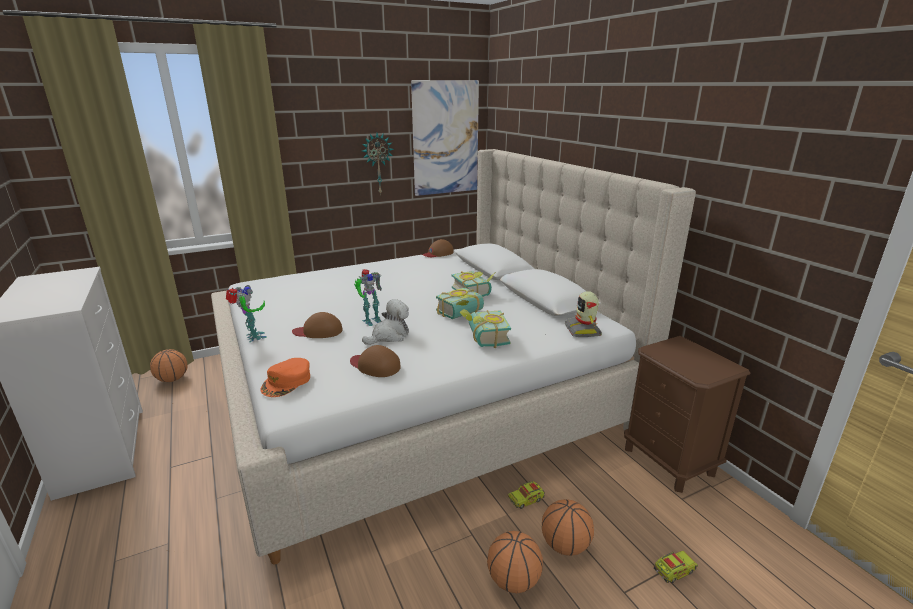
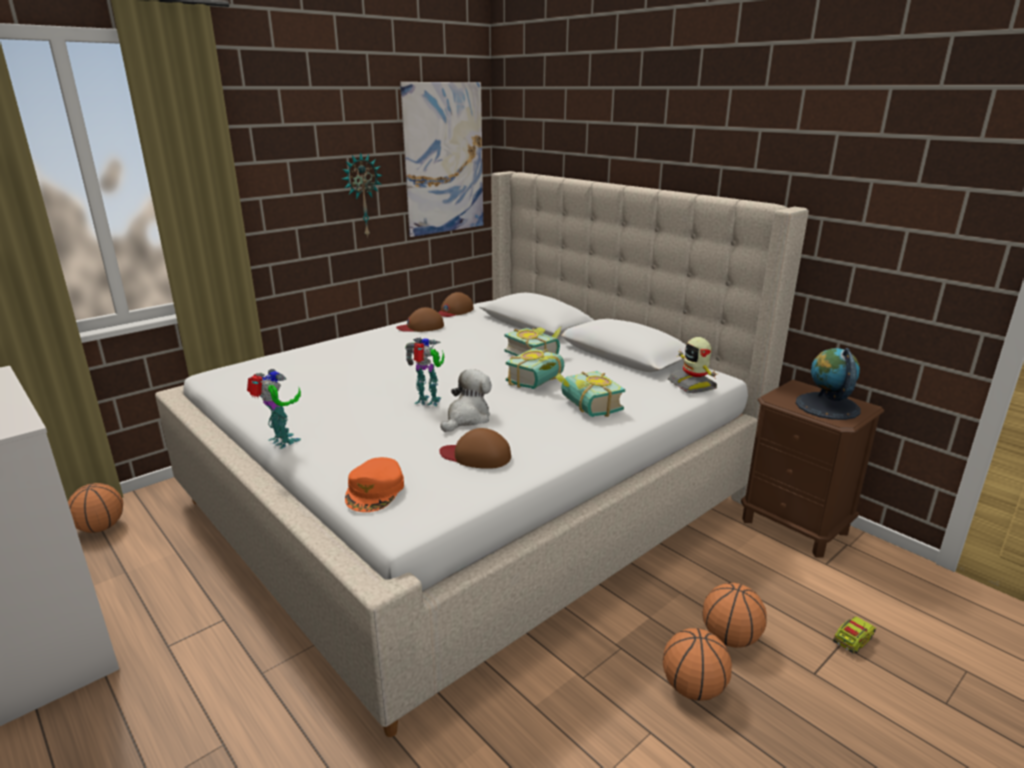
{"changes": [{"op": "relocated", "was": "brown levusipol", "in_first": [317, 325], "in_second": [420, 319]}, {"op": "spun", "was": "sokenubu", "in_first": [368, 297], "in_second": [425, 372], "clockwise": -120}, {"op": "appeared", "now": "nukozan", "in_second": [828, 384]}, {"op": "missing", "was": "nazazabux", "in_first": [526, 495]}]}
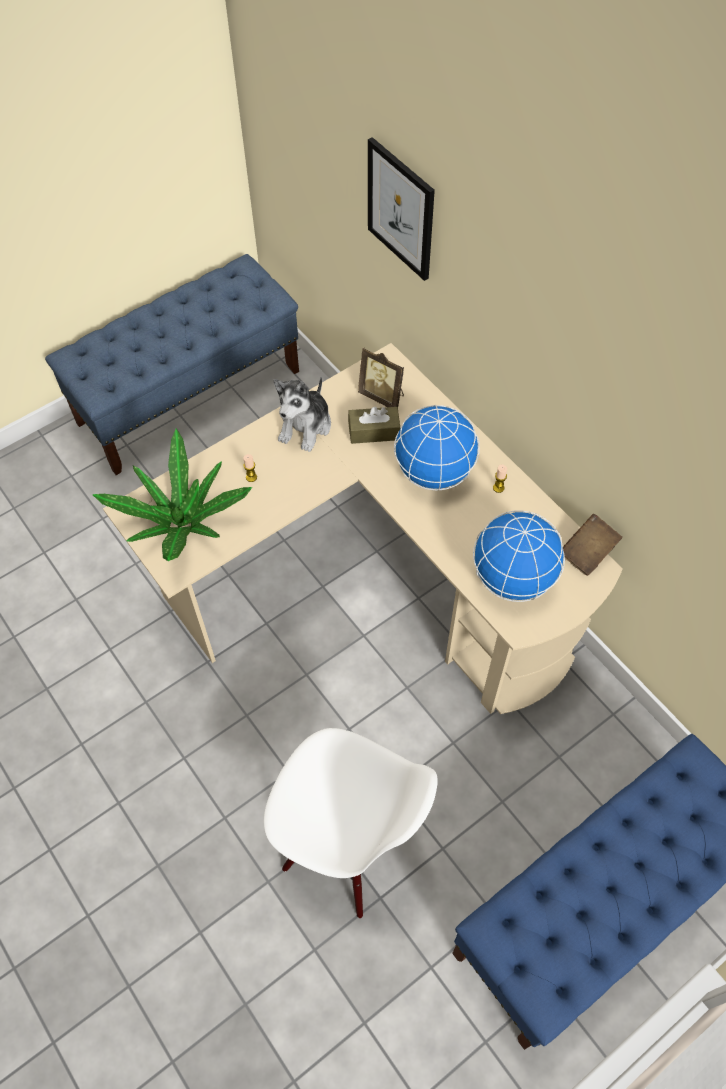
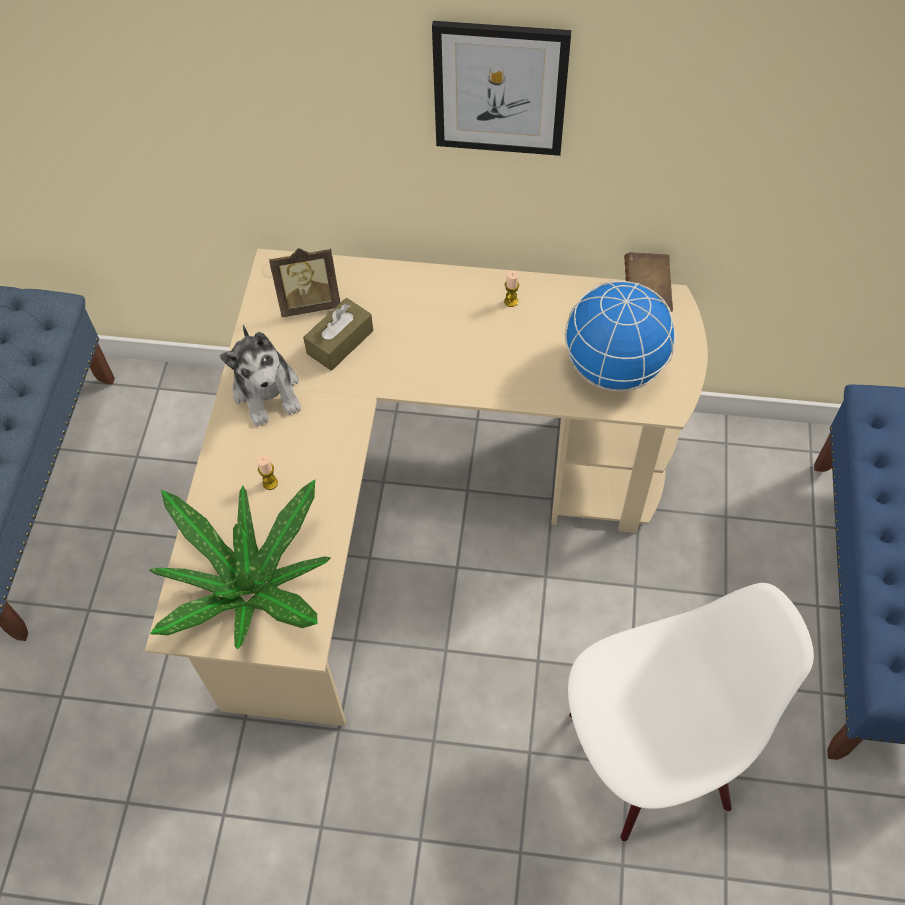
{"changes": [{"op": "relocated", "was": "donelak", "in_first": [401, 209], "in_second": [502, 88]}, {"op": "missing", "was": "nukozan", "in_first": [436, 447]}]}
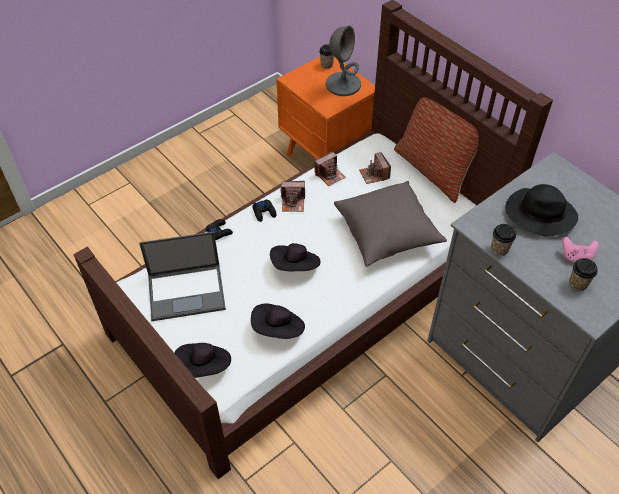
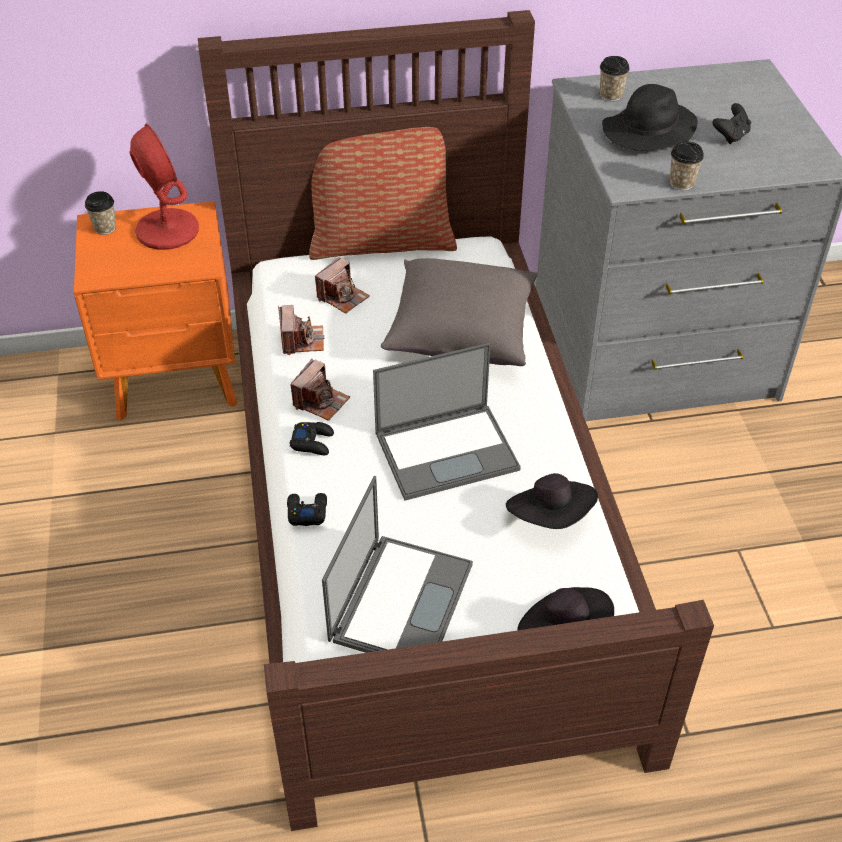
{"changes": [{"op": "colour", "was": "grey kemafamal", "now": "red kemafamal", "in_first": [343, 60], "in_second": [164, 187]}, {"op": "spun", "was": "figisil", "in_first": [375, 168], "in_second": [342, 285], "clockwise": -60}, {"op": "exchanged", "was": "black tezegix", "now": "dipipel", "in_first": [295, 257], "in_second": [447, 422]}, {"op": "relocated", "was": "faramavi", "in_first": [583, 274], "in_second": [615, 78]}, {"op": "colour", "was": "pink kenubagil", "now": "black kenubagil", "in_first": [580, 249], "in_second": [731, 123]}]}
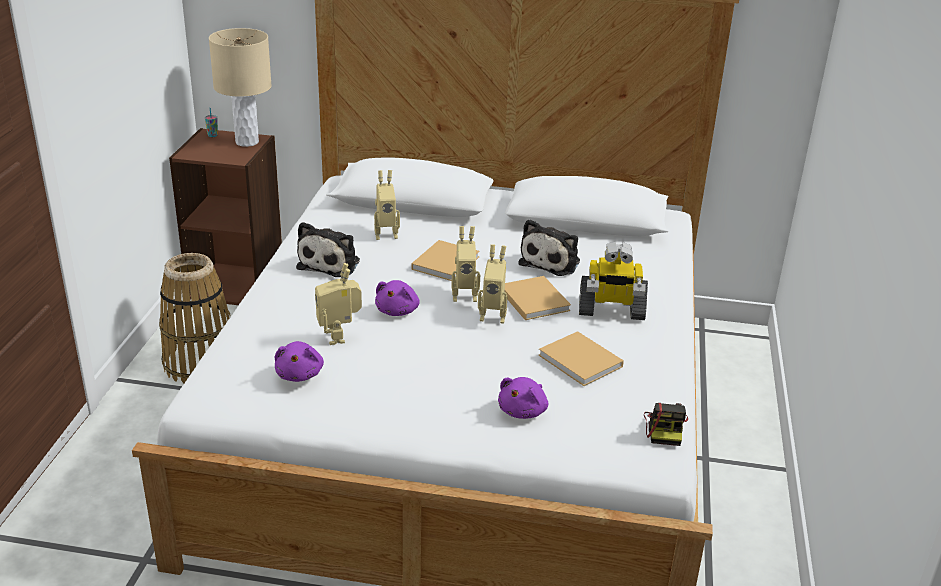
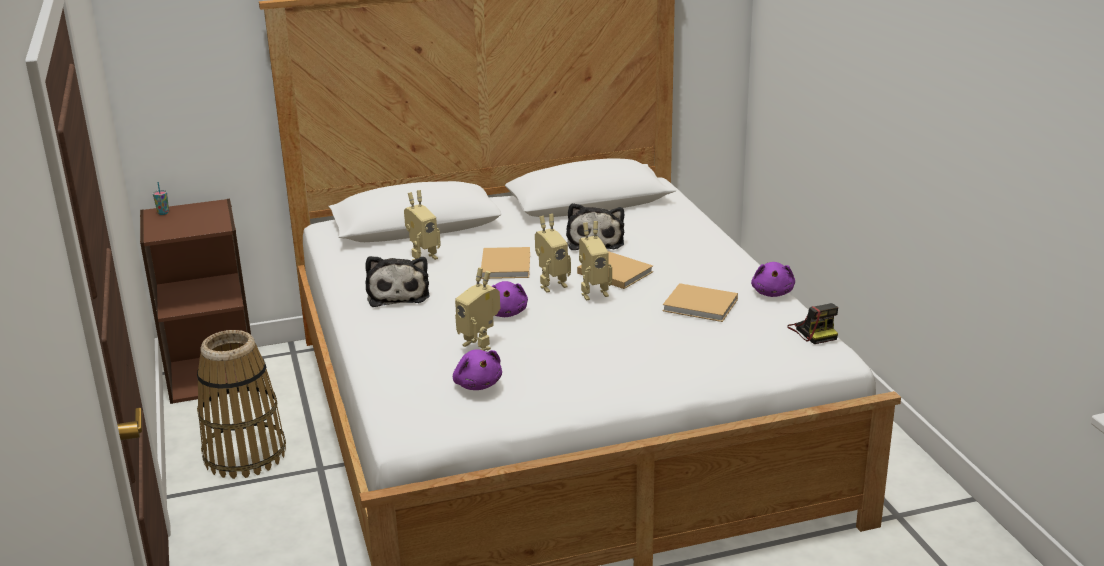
{"changes": [{"op": "relocated", "was": "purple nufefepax", "in_first": [523, 398], "in_second": [773, 279]}, {"op": "missing", "was": "beige kemafamal", "in_first": [240, 87]}, {"op": "missing", "was": "sokenubu", "in_first": [613, 281]}]}
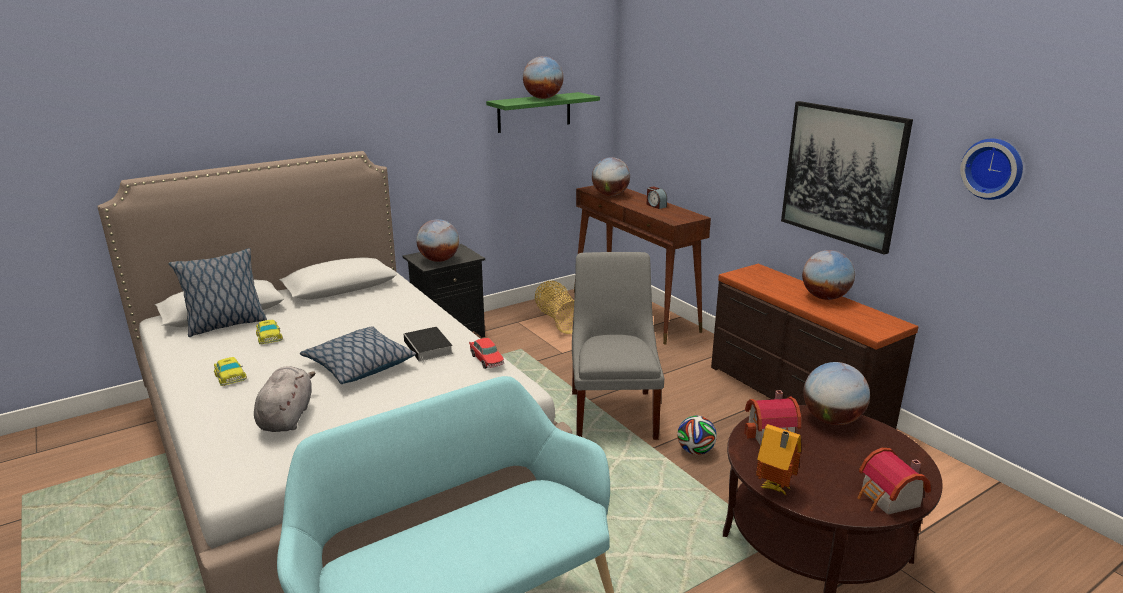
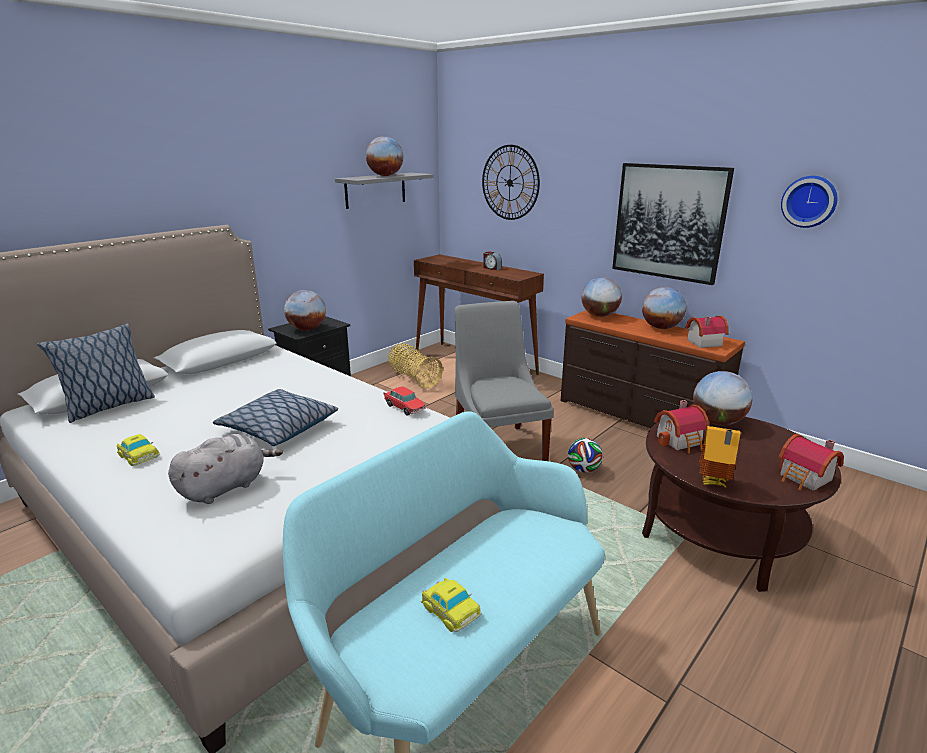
{"changes": [{"op": "spun", "was": "grey nufefepax", "in_first": [285, 399], "in_second": [225, 469], "clockwise": 60}, {"op": "colour", "was": "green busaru", "now": "grey busaru", "in_first": [543, 112], "in_second": [384, 191]}, {"op": "relocated", "was": "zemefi", "in_first": [269, 332], "in_second": [451, 605]}, {"op": "appeared", "now": "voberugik", "in_second": [511, 182]}, {"op": "relocated", "was": "nukozan", "in_first": [611, 176], "in_second": [601, 297]}, {"op": "appeared", "now": "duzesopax", "in_second": [707, 332]}, {"op": "missing", "was": "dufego", "in_first": [428, 346]}]}
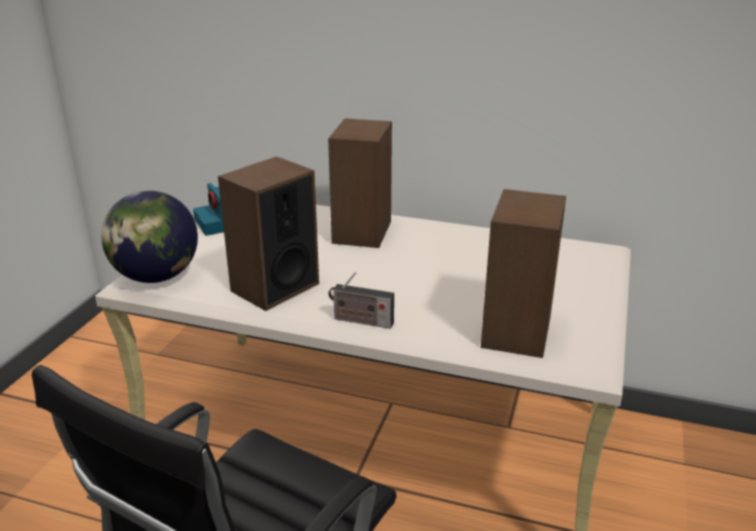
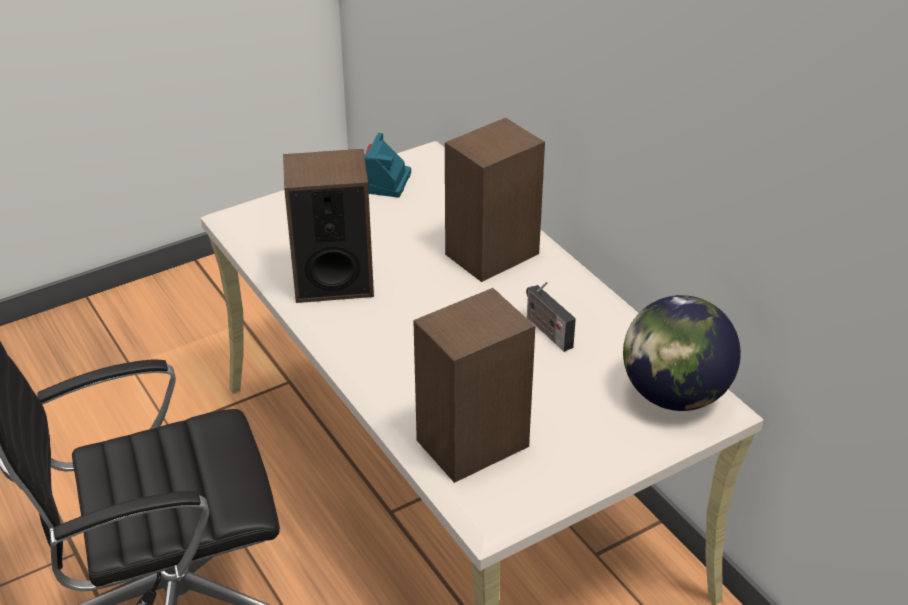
{"changes": [{"op": "relocated", "was": "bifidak", "in_first": [361, 300], "in_second": [551, 316]}, {"op": "relocated", "was": "nukozan", "in_first": [149, 237], "in_second": [682, 353]}]}
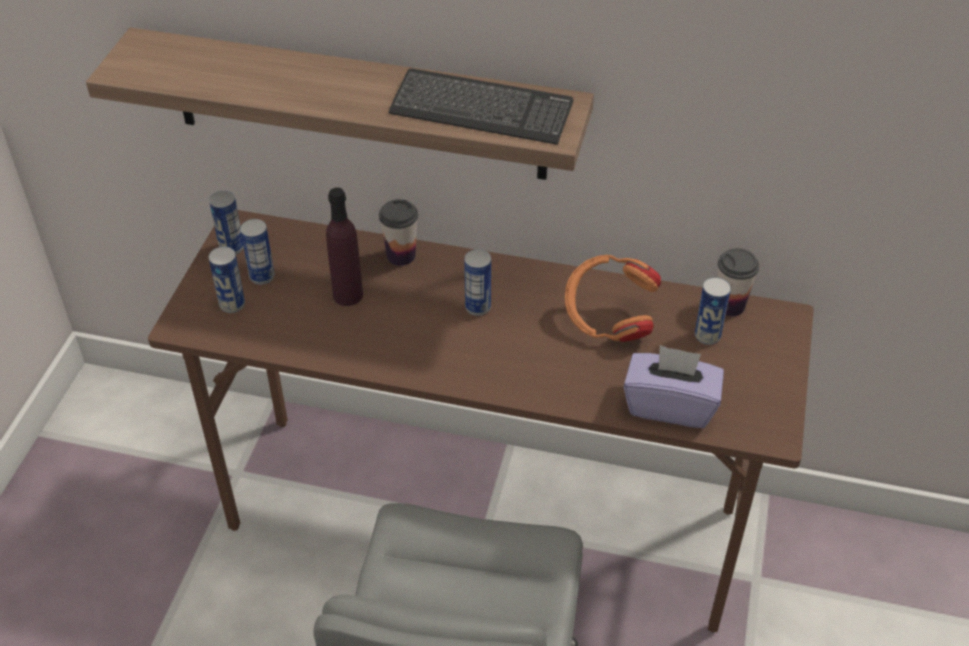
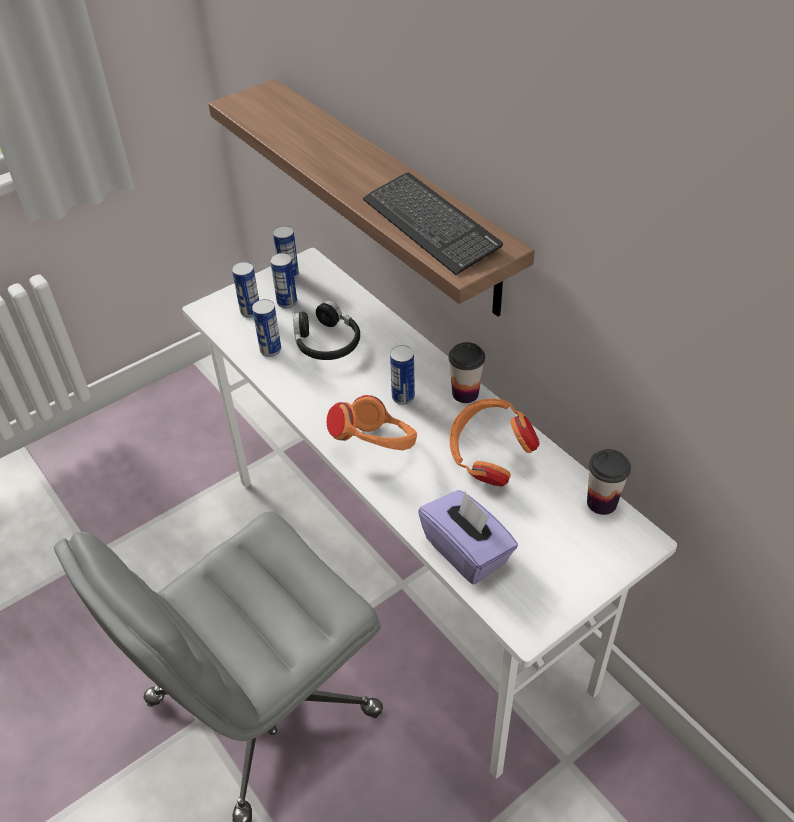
{"changes": [{"op": "colour", "was": "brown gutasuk", "now": "white gutasuk", "in_first": [481, 421], "in_second": [429, 513]}, {"op": "relocated", "was": "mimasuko", "in_first": [713, 311], "in_second": [266, 328]}, {"op": "exchanged", "was": "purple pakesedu", "now": "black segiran", "in_first": [344, 247], "in_second": [326, 330]}, {"op": "appeared", "now": "orange segiran", "in_second": [372, 422]}, {"op": "relocated", "was": "faramavi", "in_first": [398, 232], "in_second": [467, 372]}]}
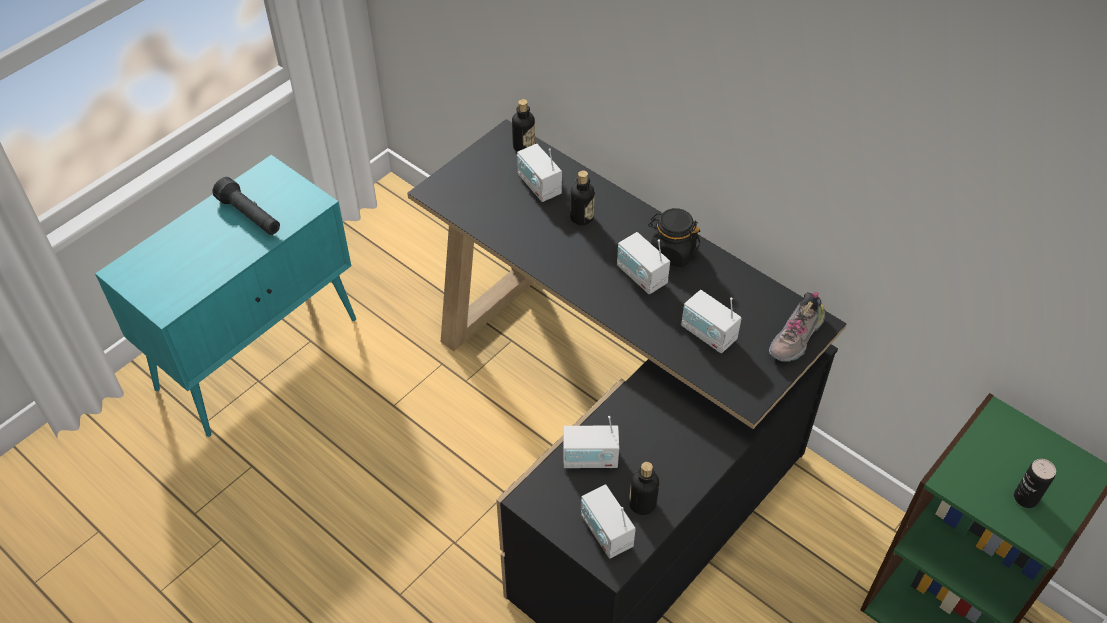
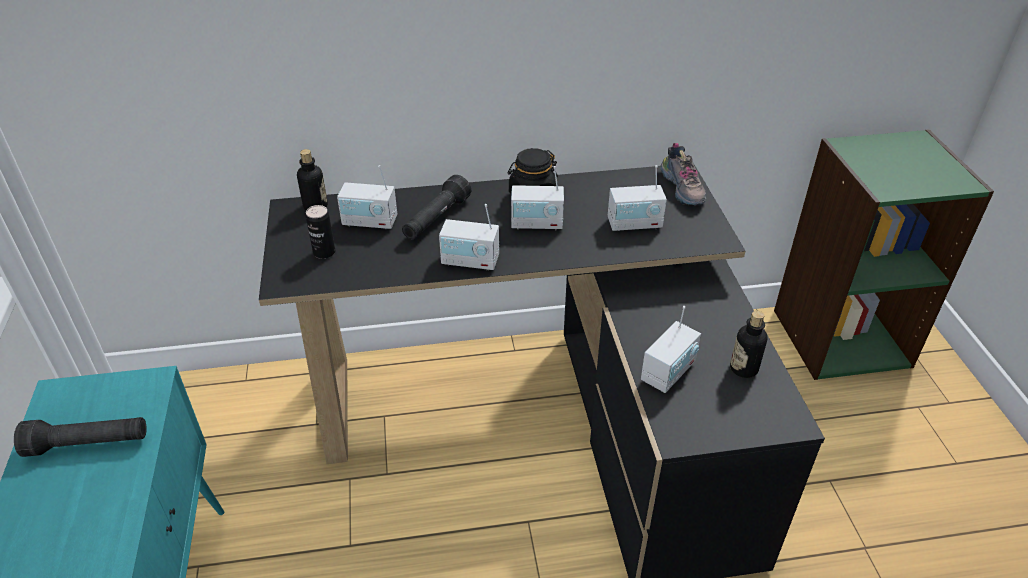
{"changes": [{"op": "relocated", "was": "mimasuko", "in_first": [1035, 483], "in_second": [320, 232]}, {"op": "exchanged", "was": "pakesedu", "now": "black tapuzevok", "in_first": [582, 197], "in_second": [436, 207]}, {"op": "relocated", "was": "bifidak", "in_first": [608, 521], "in_second": [469, 237]}]}
